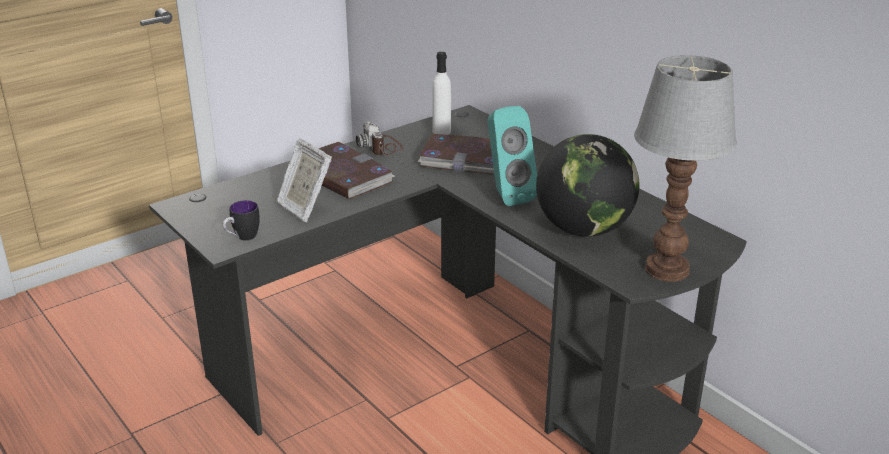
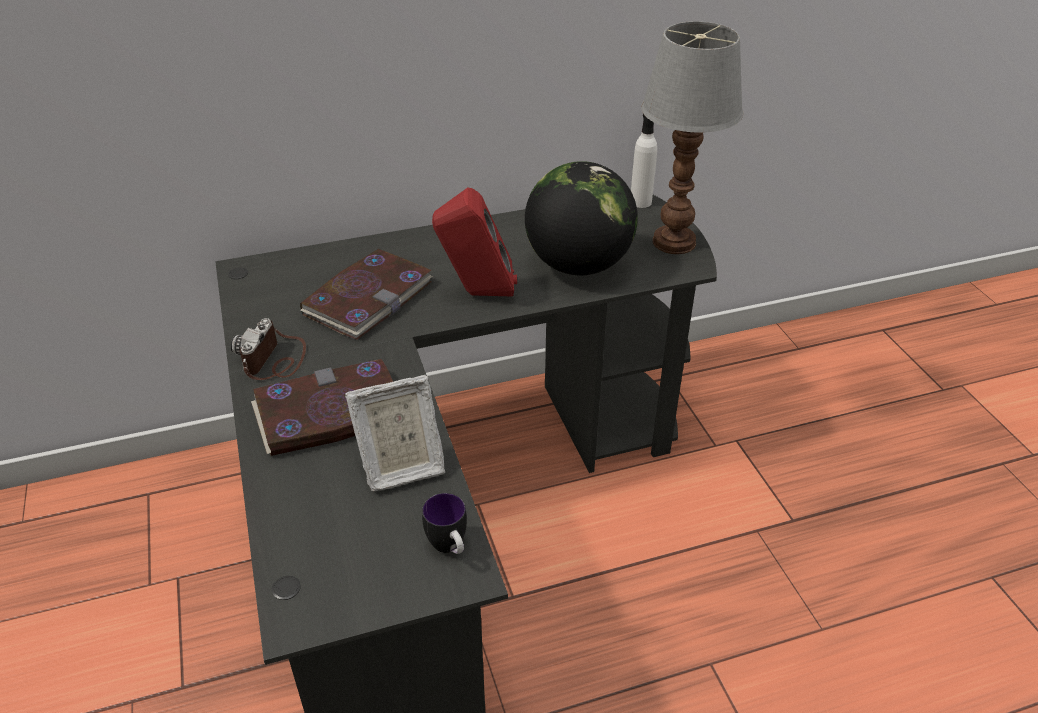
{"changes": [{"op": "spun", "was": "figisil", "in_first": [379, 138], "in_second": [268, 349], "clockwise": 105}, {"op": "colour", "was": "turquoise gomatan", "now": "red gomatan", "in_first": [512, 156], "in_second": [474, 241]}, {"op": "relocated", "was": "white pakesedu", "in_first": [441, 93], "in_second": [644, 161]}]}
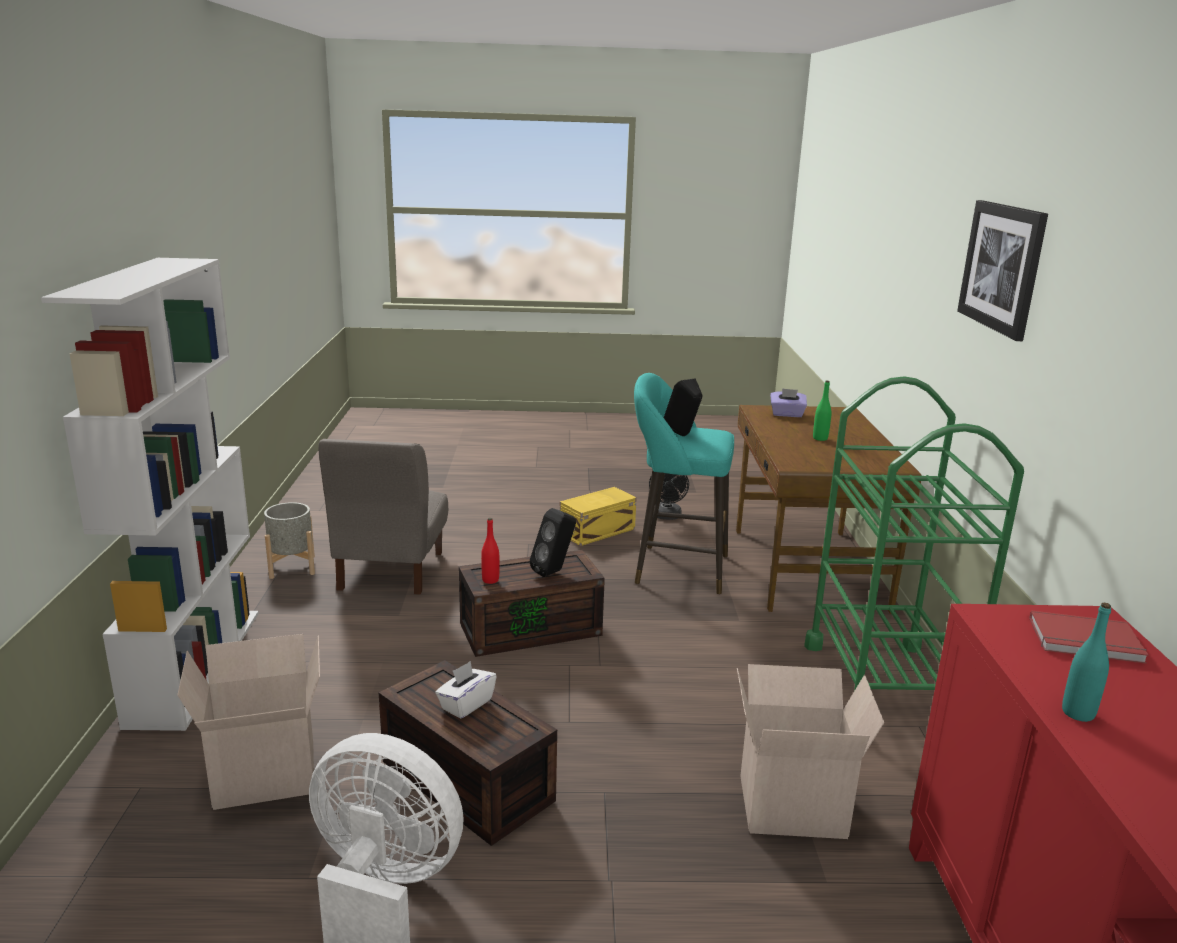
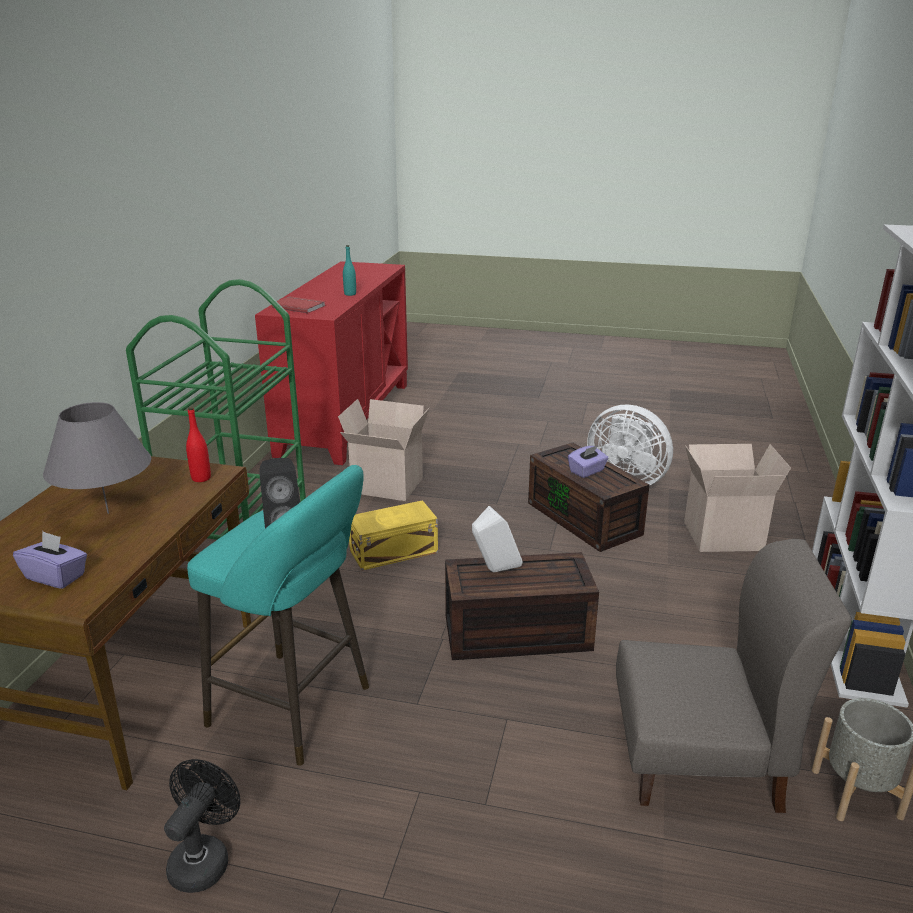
{"changes": [{"op": "exchanged", "was": "green pakesedu", "now": "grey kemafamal", "in_first": [822, 411], "in_second": [97, 458]}, {"op": "relocated", "was": "red pakesedu", "in_first": [490, 551], "in_second": [198, 444]}, {"op": "relocated", "was": "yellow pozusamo", "in_first": [598, 516], "in_second": [393, 535]}, {"op": "colour", "was": "black gomatan", "now": "white gomatan", "in_first": [552, 542], "in_second": [497, 539]}, {"op": "colour", "was": "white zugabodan", "now": "purple zugabodan", "in_first": [466, 690], "in_second": [588, 461]}, {"op": "spun", "was": "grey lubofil", "in_first": [383, 517], "in_second": [734, 676], "clockwise": 75}, {"op": "missing", "was": "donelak", "in_first": [1002, 270]}]}
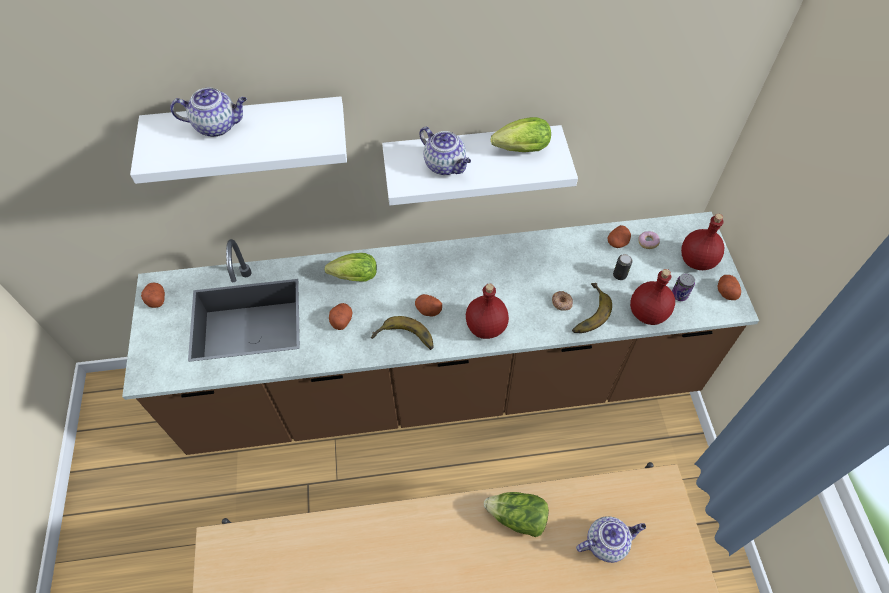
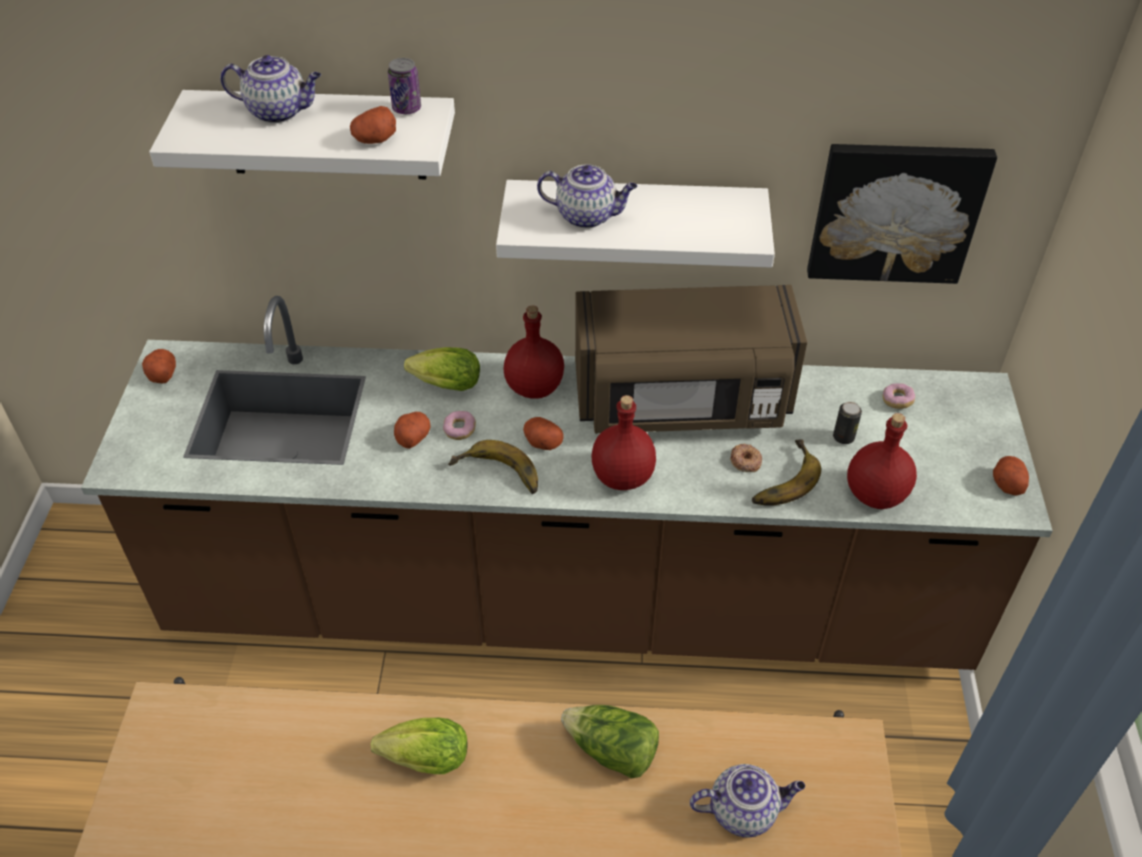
{"changes": [{"op": "relocated", "was": "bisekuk", "in_first": [619, 236], "in_second": [373, 125]}, {"op": "relocated", "was": "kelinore", "in_first": [521, 134], "in_second": [419, 746]}, {"op": "relocated", "was": "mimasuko", "in_first": [683, 287], "in_second": [404, 86]}, {"op": "appeared", "now": "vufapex", "in_second": [459, 425]}, {"op": "relocated", "was": "red pakesedu", "in_first": [702, 242], "in_second": [534, 352]}, {"op": "spun", "was": "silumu", "in_first": [445, 151], "in_second": [587, 196], "clockwise": -45}, {"op": "appeared", "now": "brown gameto", "in_second": [691, 359]}, {"op": "appeared", "now": "donelak", "in_second": [902, 214]}]}
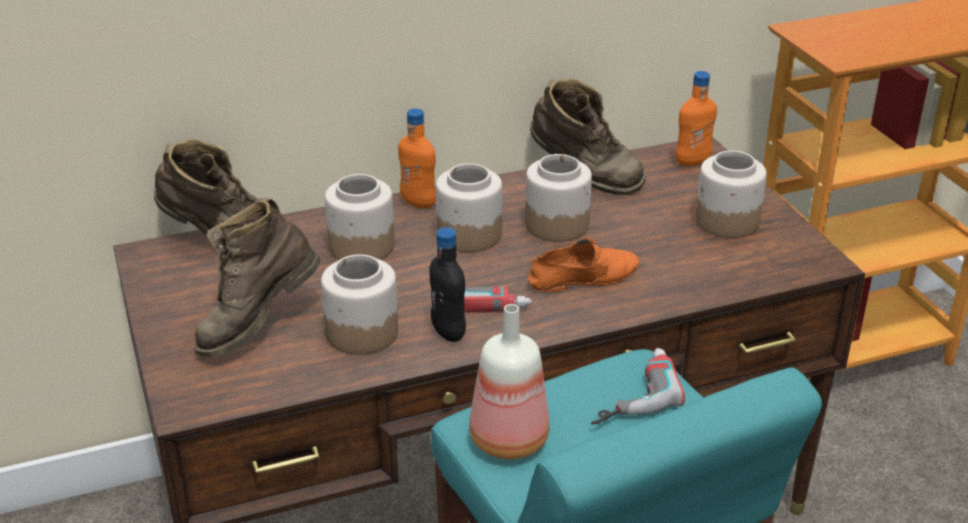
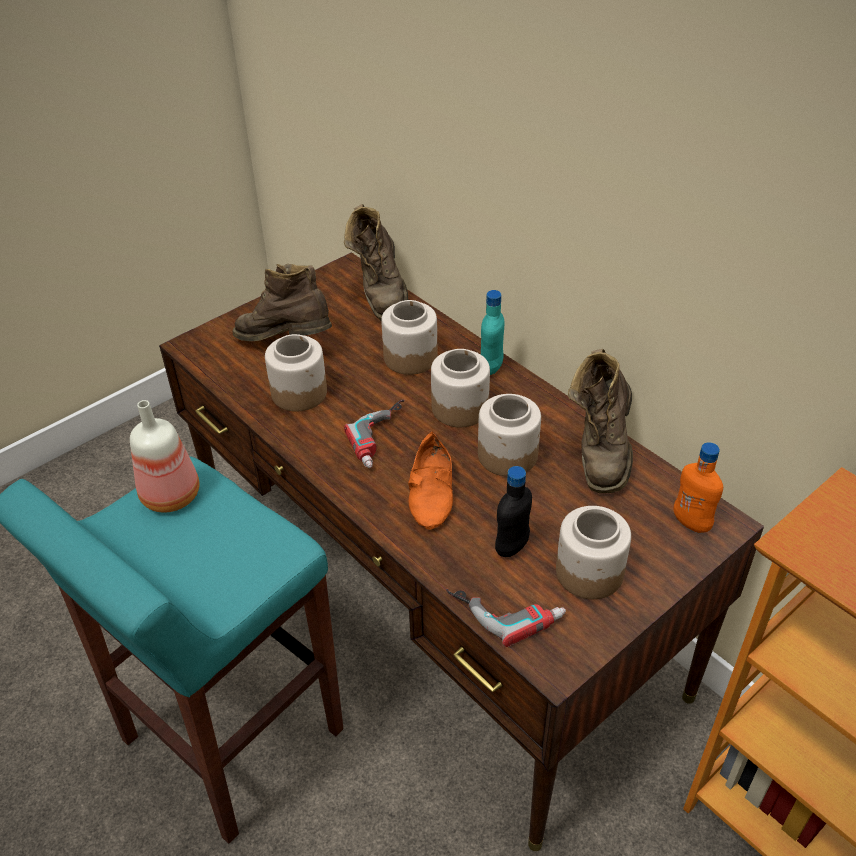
{"changes": [{"op": "spun", "was": "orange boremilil", "in_first": [583, 265], "in_second": [430, 481], "clockwise": 45}, {"op": "relocated", "was": "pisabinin", "in_first": [638, 386], "in_second": [506, 618]}, {"op": "colour", "was": "orange pakesedu", "now": "turquoise pakesedu", "in_first": [417, 158], "in_second": [492, 332]}, {"op": "relocated", "was": "black pakesedu", "in_first": [447, 284], "in_second": [513, 511]}]}
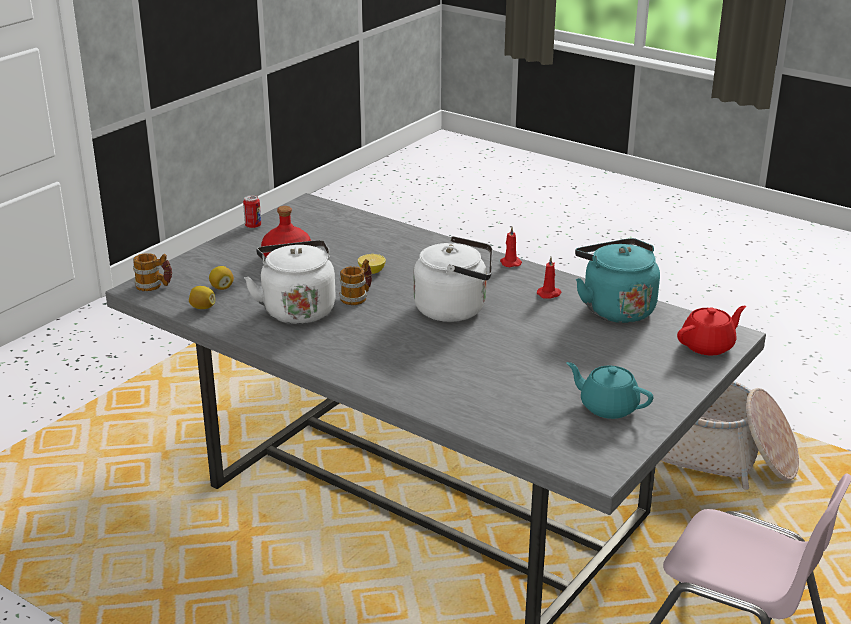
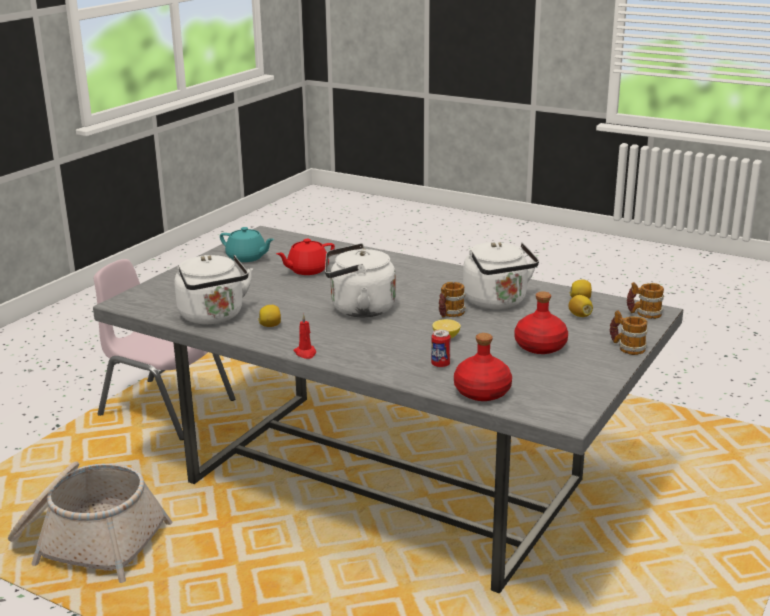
{"changes": [{"op": "colour", "was": "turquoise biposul", "now": "white biposul", "in_first": [617, 280], "in_second": [214, 289]}, {"op": "exchanged", "was": "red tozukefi", "now": "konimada", "in_first": [549, 278], "in_second": [269, 316]}, {"op": "relocated", "was": "red silumu", "in_first": [711, 331], "in_second": [305, 257]}, {"op": "relocated", "was": "mimasuko", "in_first": [252, 212], "in_second": [440, 349]}, {"op": "appeared", "now": "red pakesedu", "in_second": [483, 367]}, {"op": "appeared", "now": "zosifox", "in_second": [628, 332]}]}
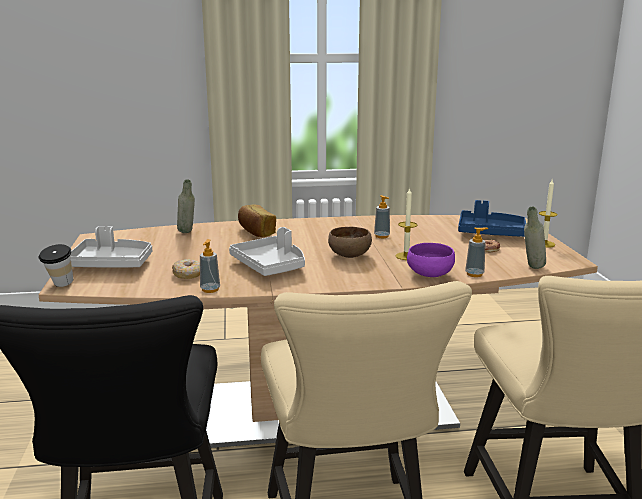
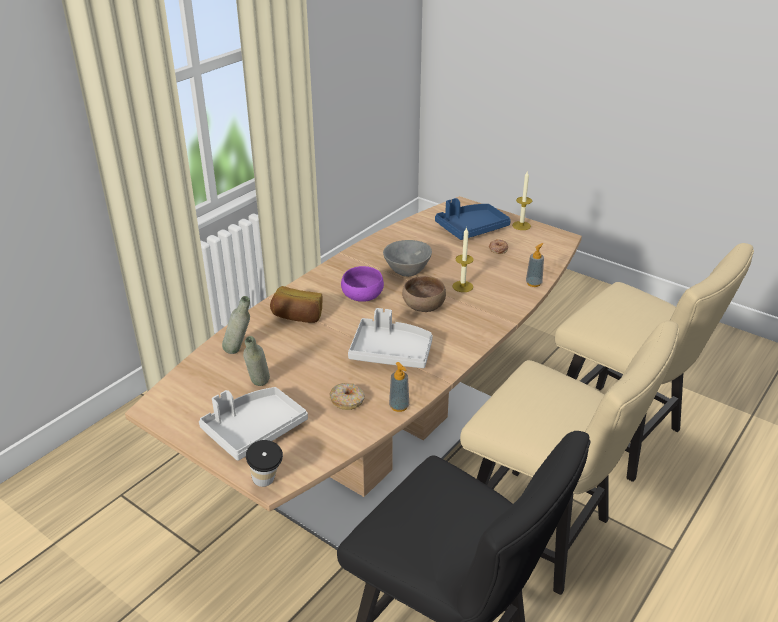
{"changes": [{"op": "relocated", "was": "grey pakesedu", "in_first": [535, 238], "in_second": [256, 361]}, {"op": "relocated", "was": "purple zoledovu", "in_first": [431, 260], "in_second": [362, 284]}, {"op": "exchanged", "was": "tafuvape", "now": "grey zoledovu", "in_first": [382, 216], "in_second": [407, 258]}]}
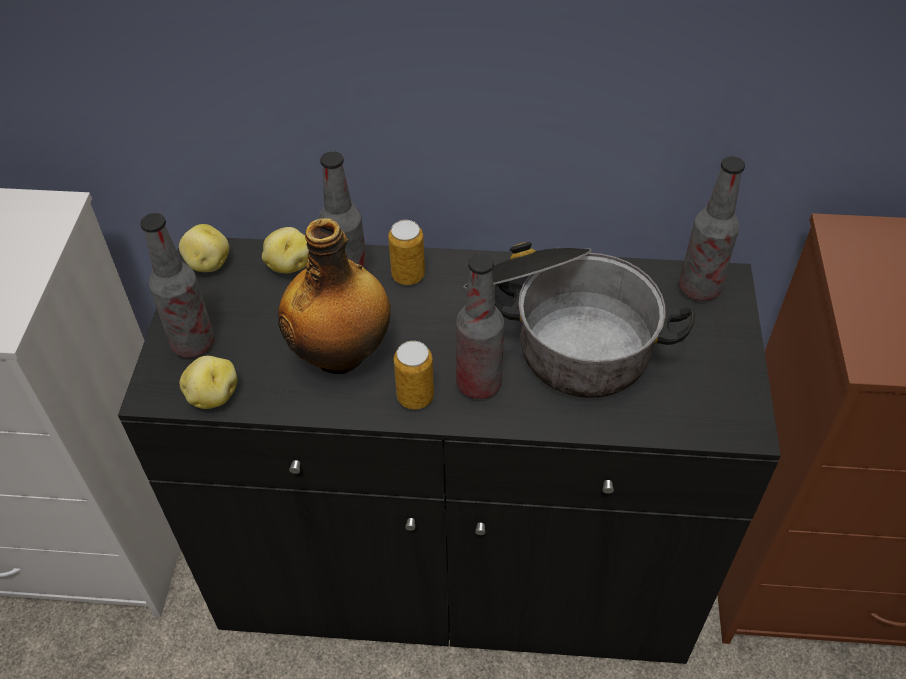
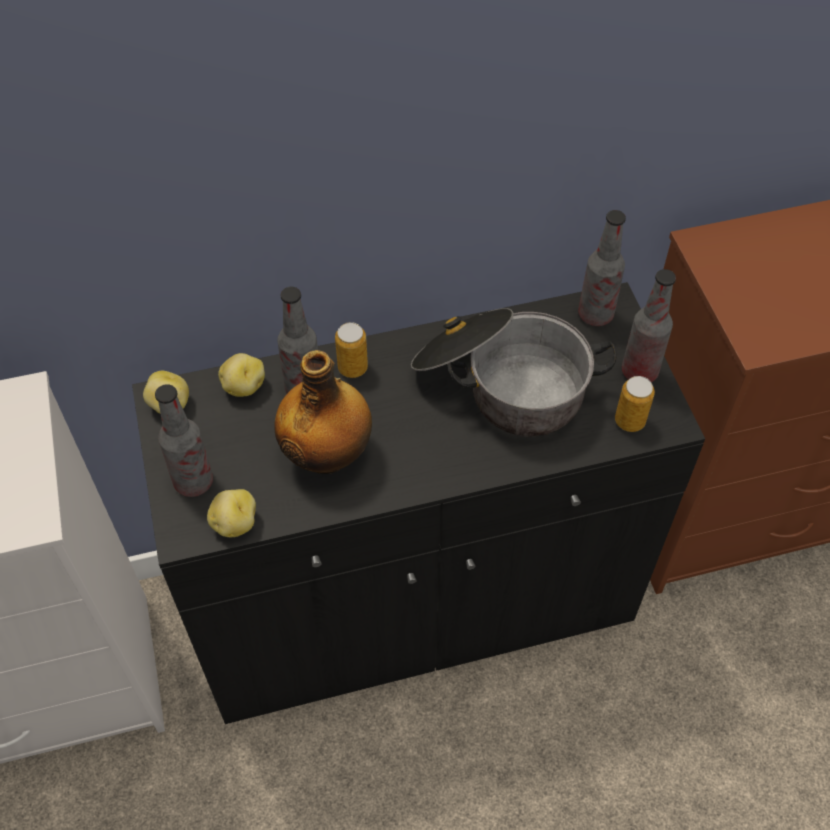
{"changes": [{"op": "relocated", "was": "mimasuko", "in_first": [414, 375], "in_second": [635, 404]}, {"op": "relocated", "was": "pakesedu", "in_first": [480, 326], "in_second": [649, 326]}]}
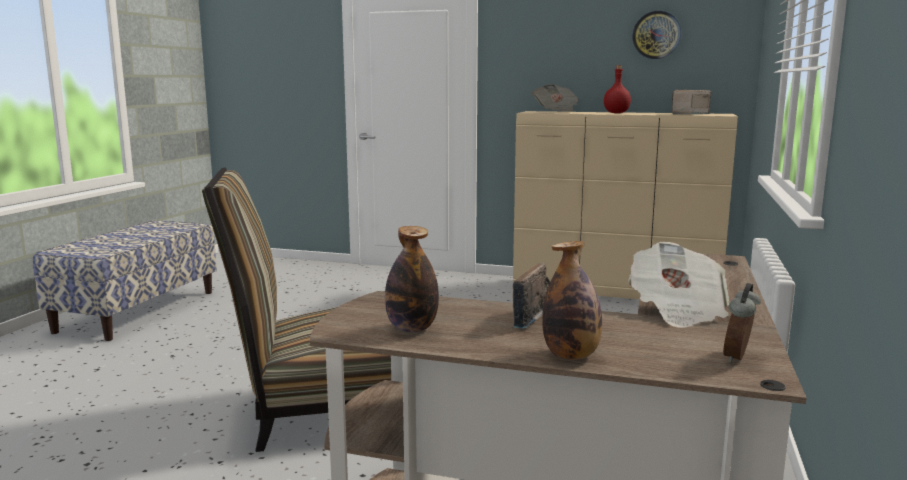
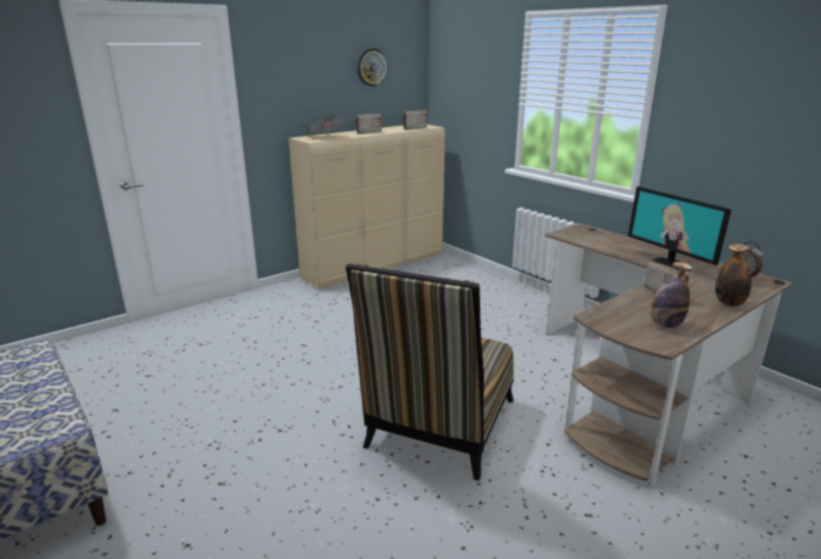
{"changes": [{"op": "exchanged", "was": "red pakesedu", "now": "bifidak", "in_first": [617, 89], "in_second": [368, 124]}, {"op": "exchanged", "was": "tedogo", "now": "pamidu", "in_first": [679, 285], "in_second": [680, 228]}]}
